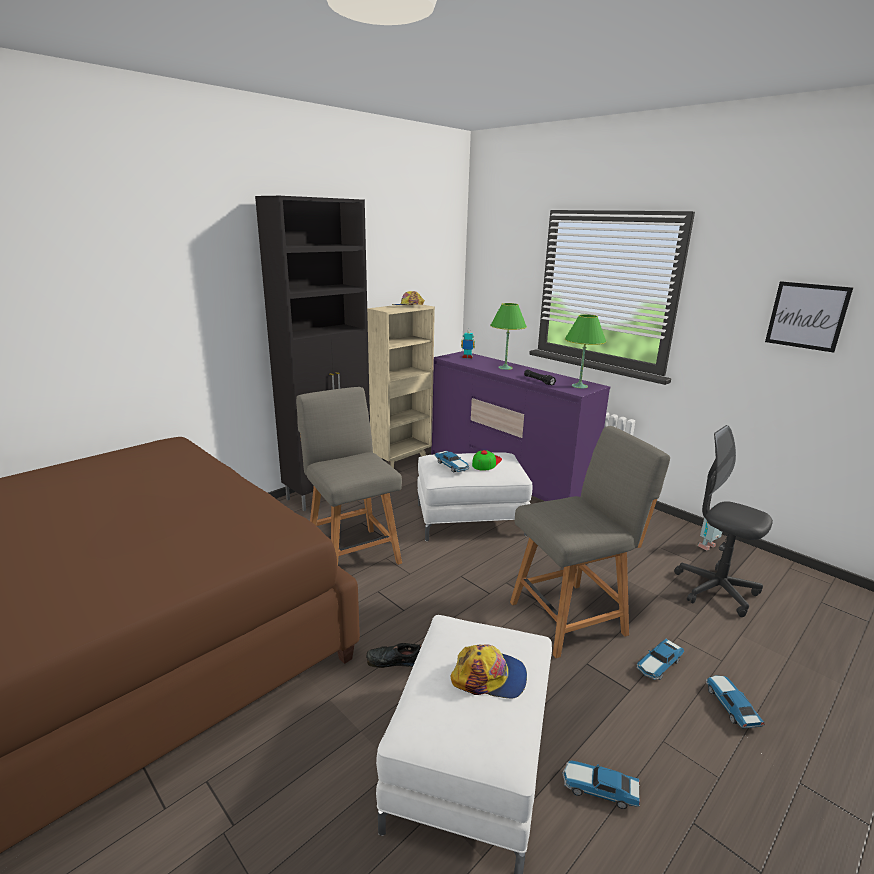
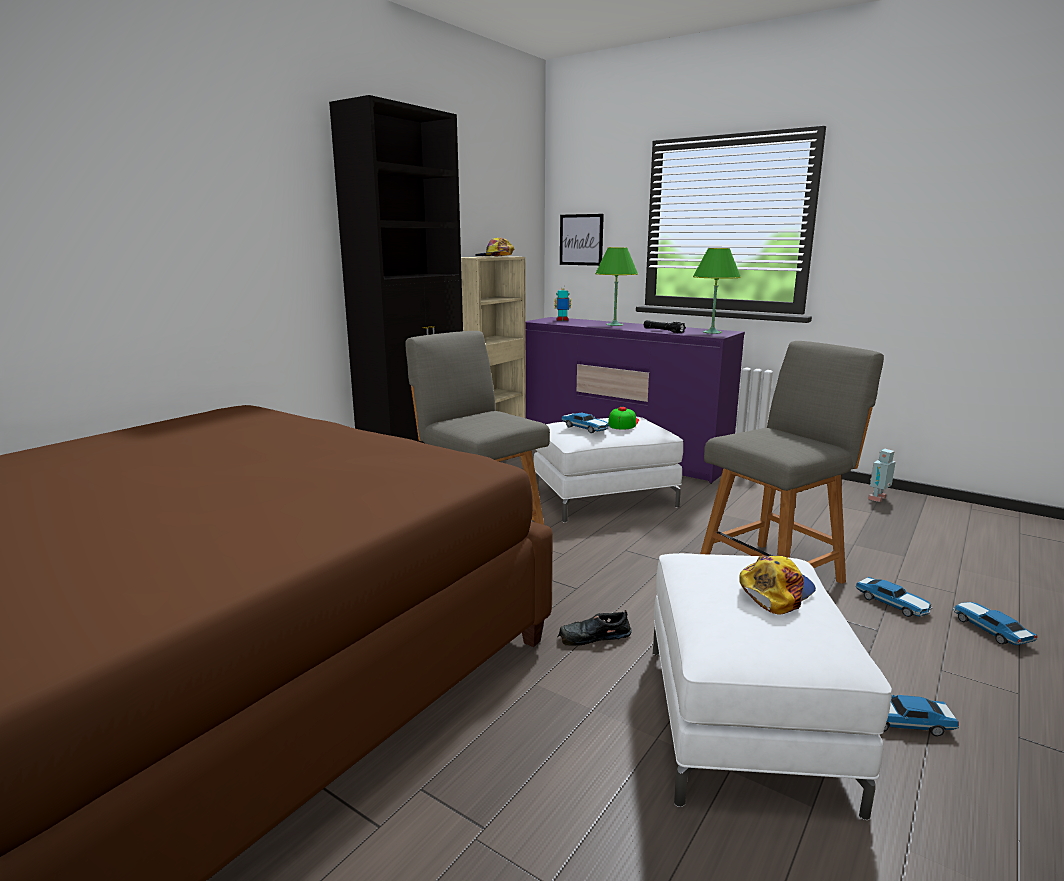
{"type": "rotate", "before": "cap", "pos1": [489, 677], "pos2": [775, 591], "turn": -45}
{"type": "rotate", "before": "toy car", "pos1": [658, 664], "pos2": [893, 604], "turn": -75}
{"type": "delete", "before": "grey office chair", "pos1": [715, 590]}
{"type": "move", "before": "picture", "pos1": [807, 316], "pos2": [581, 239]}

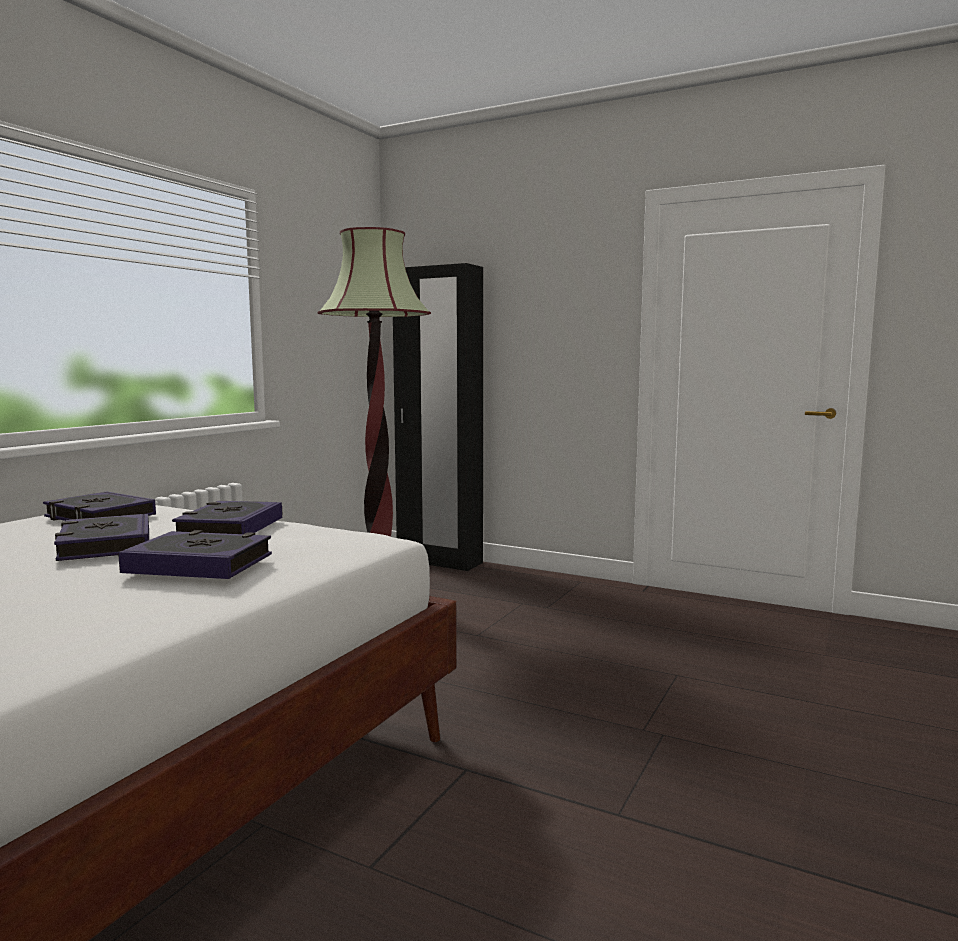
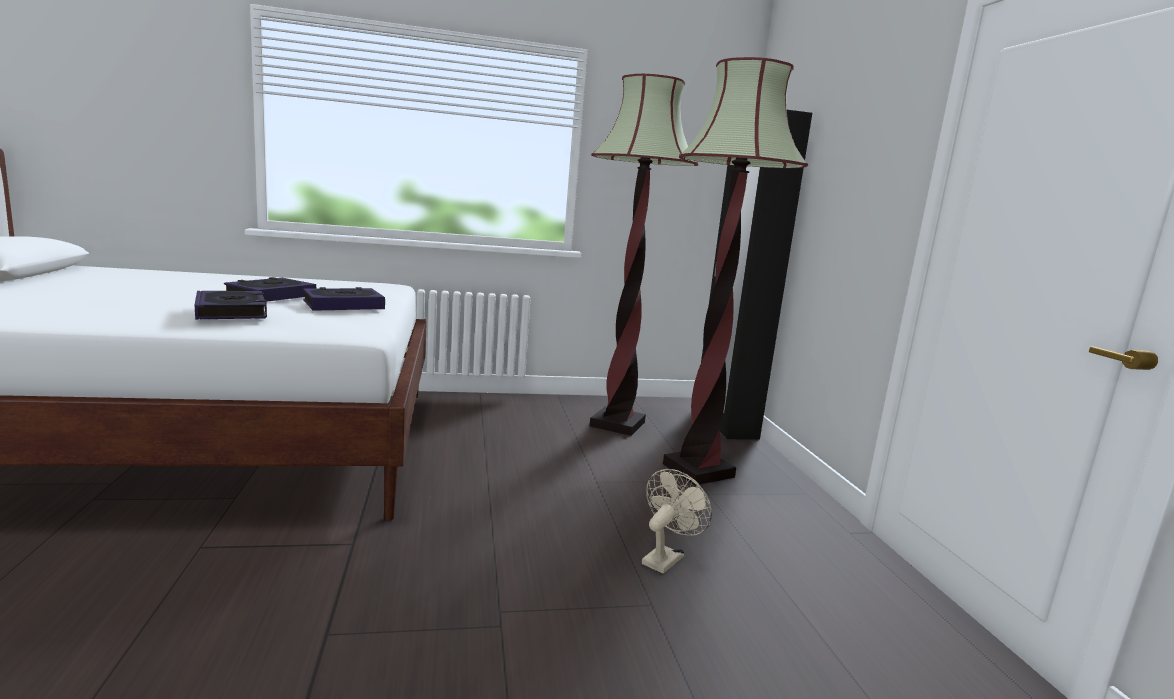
{"type": "delete", "before": "book", "pos1": [100, 516]}
{"type": "insert", "after": "beige fan", "pos2": [666, 557]}
{"type": "insert", "after": "floor lamp", "pos2": [698, 470]}

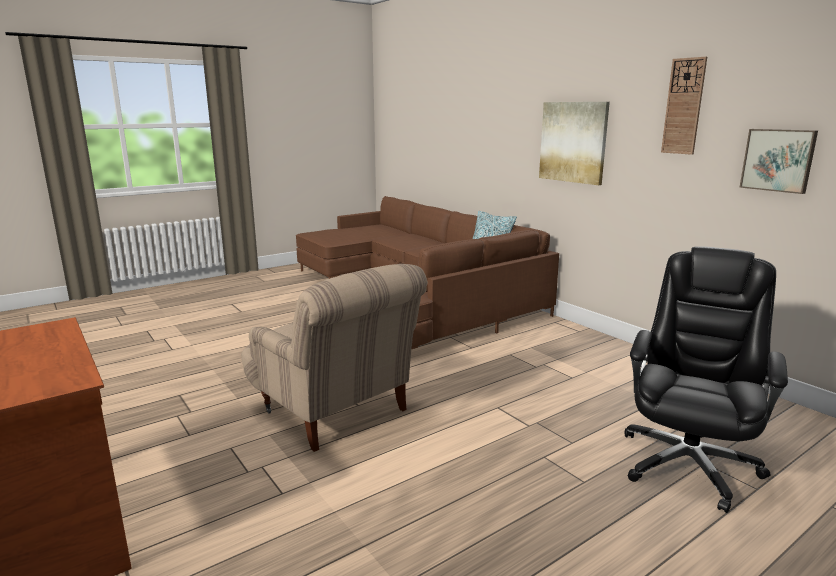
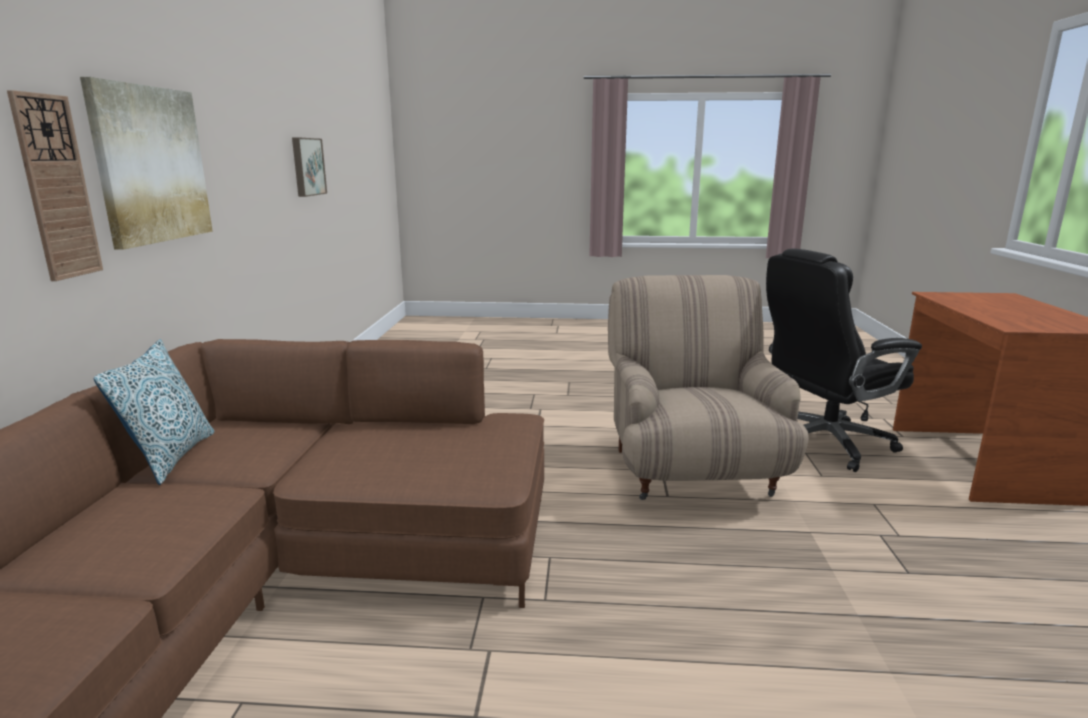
{"type": "move", "before": "black office chair", "pos1": [688, 463], "pos2": [823, 442]}
{"type": "move", "before": "wall clock", "pos1": [683, 106], "pos2": [56, 188]}

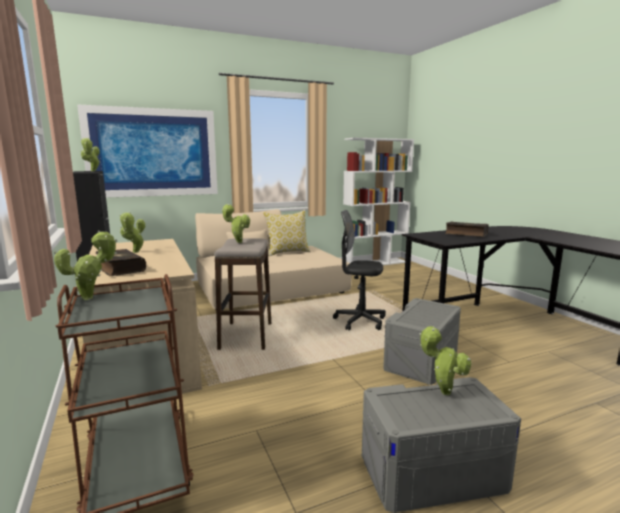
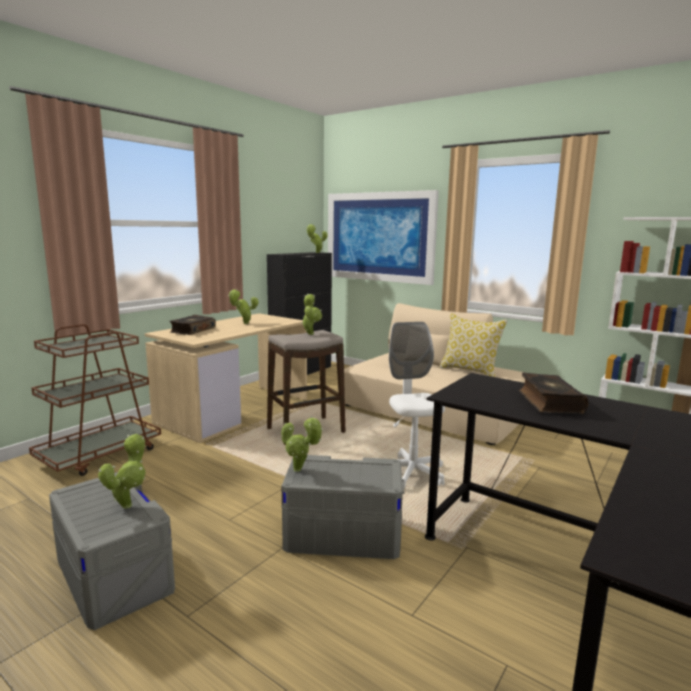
{"type": "move", "before": "potted plant", "pos1": [91, 298], "pos2": [300, 470]}
{"type": "recolor", "before": "black office chair", "after": "white office chair", "pos1": [360, 321], "pos2": [411, 474]}

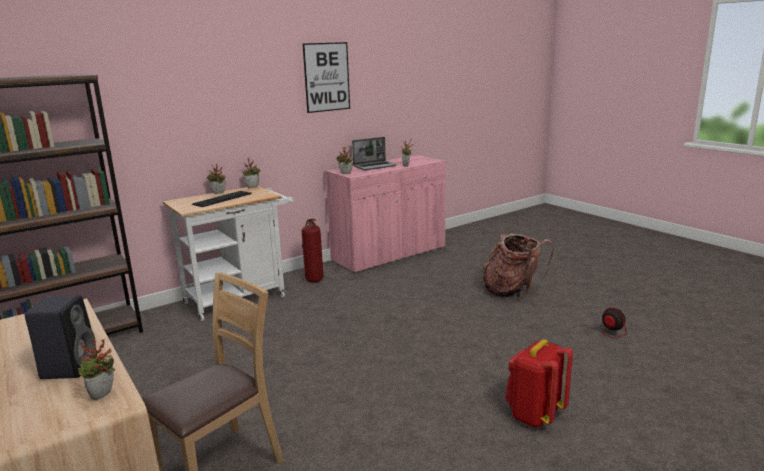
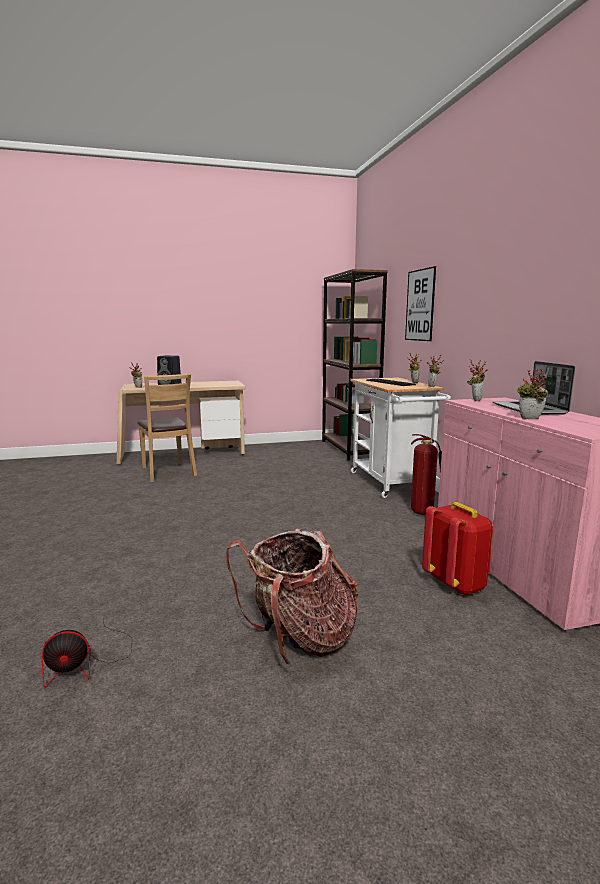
{"type": "move", "before": "picture", "pos1": [327, 77], "pos2": [420, 305]}
{"type": "move", "before": "red backpack", "pos1": [534, 415], "pos2": [456, 584]}

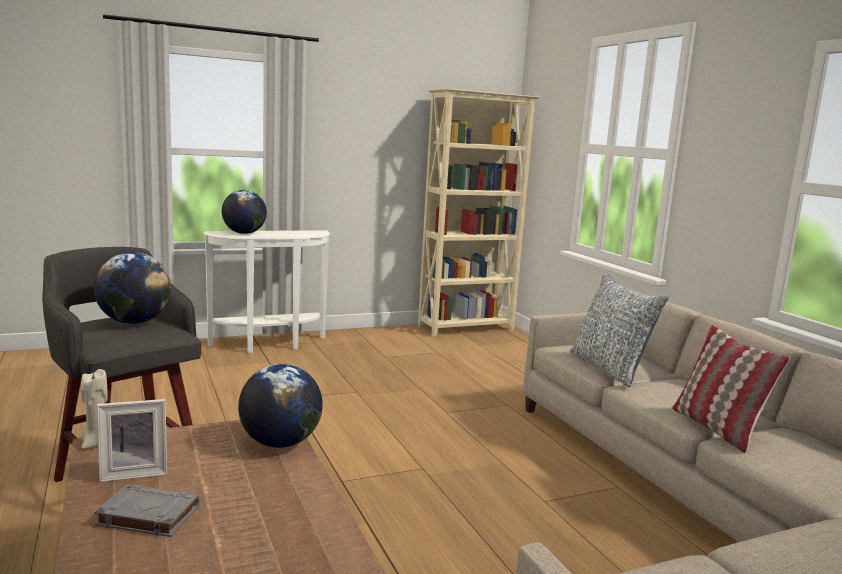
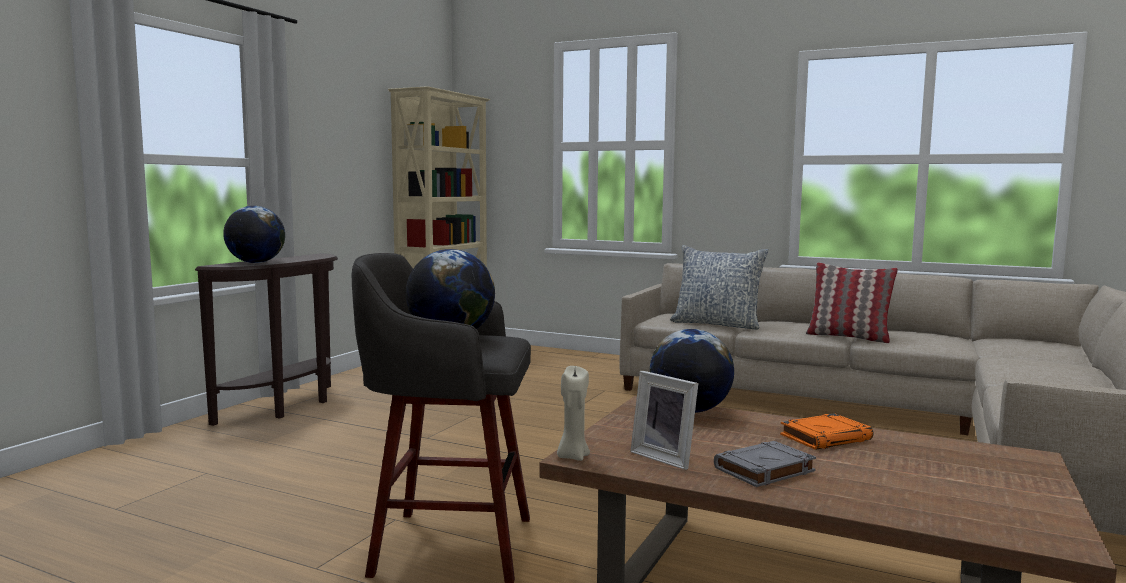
{"type": "rotate", "before": "picture frame", "pos1": [134, 472], "pos2": [666, 457], "turn": 105}
{"type": "recolor", "before": "white console table", "after": "brown console table", "pos1": [271, 345], "pos2": [288, 406]}
{"type": "insert", "after": "orange book", "pos2": [826, 437]}

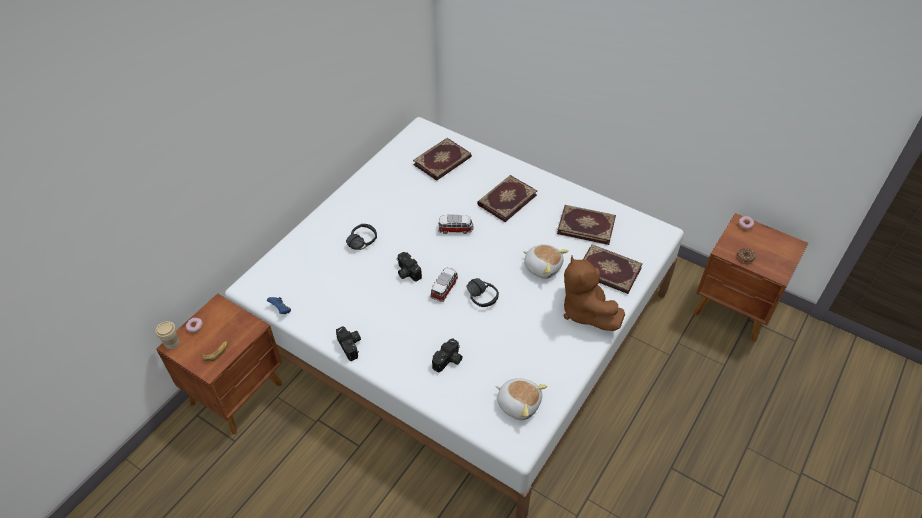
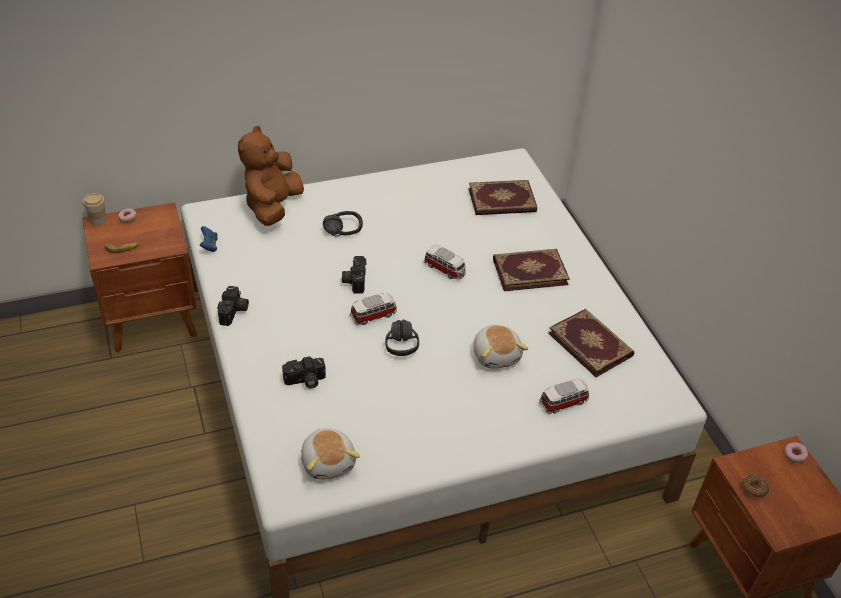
{"type": "move", "before": "brown plush toy", "pos1": [585, 311], "pos2": [272, 207]}
{"type": "replace", "before": "book", "after": "toy car", "pos1": [608, 271], "pos2": [564, 402]}

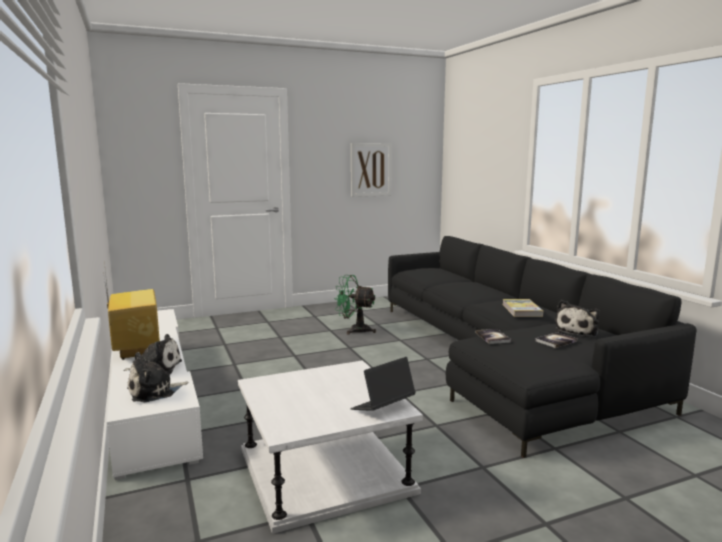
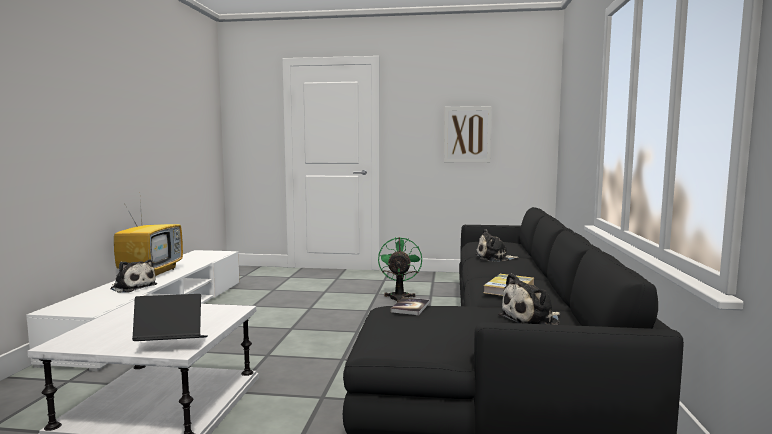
{"type": "move", "before": "plush toy", "pos1": [154, 391], "pos2": [494, 258]}
{"type": "rotate", "before": "green fan", "pos1": [354, 330], "pos2": [399, 297], "turn": 45}
{"type": "delete", "before": "book", "pos1": [556, 341]}

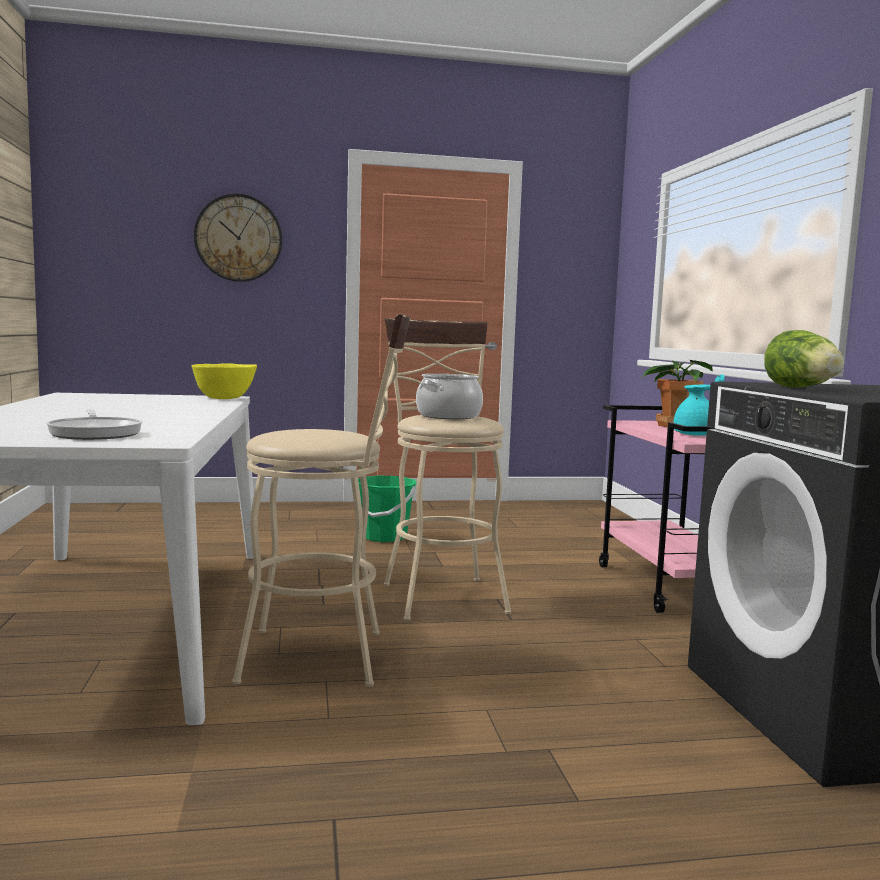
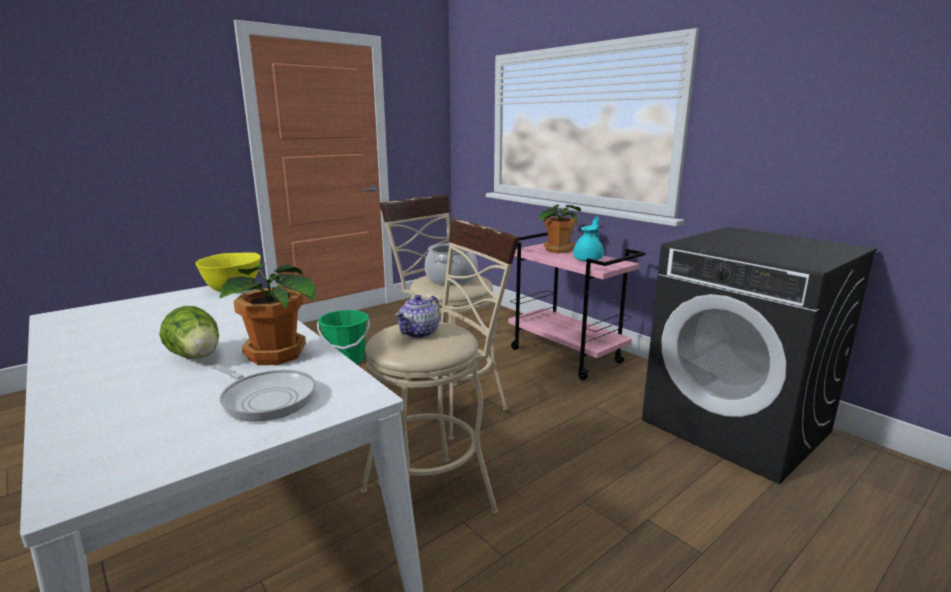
{"type": "delete", "before": "wall clock", "pos1": [238, 238]}
{"type": "move", "before": "lettuce", "pos1": [802, 388], "pos2": [197, 357]}
{"type": "insert", "after": "potted plant", "pos2": [276, 355]}
{"type": "insert", "after": "teapot", "pos2": [419, 333]}

